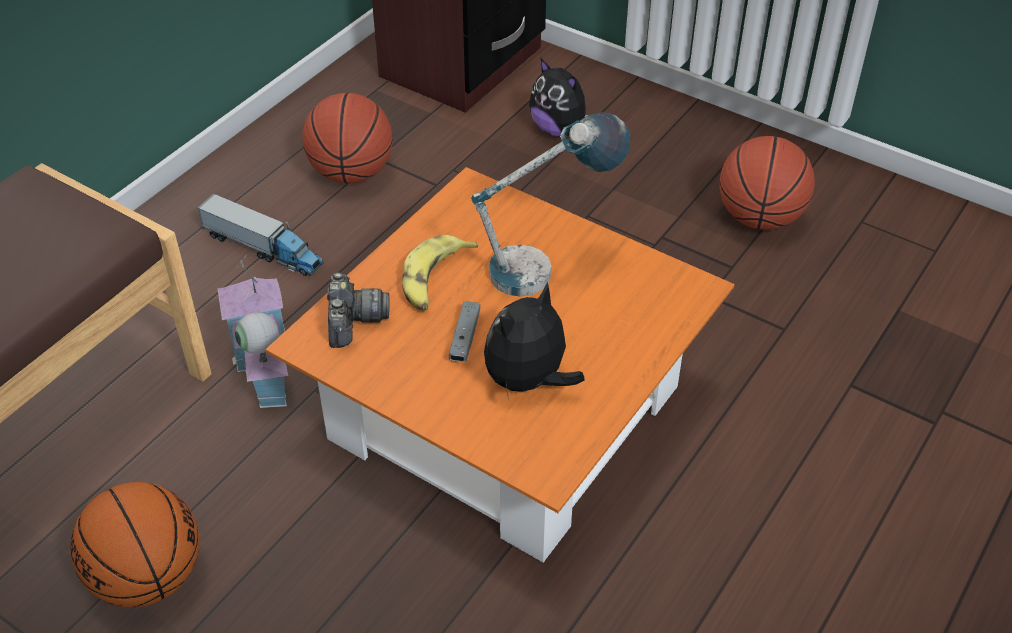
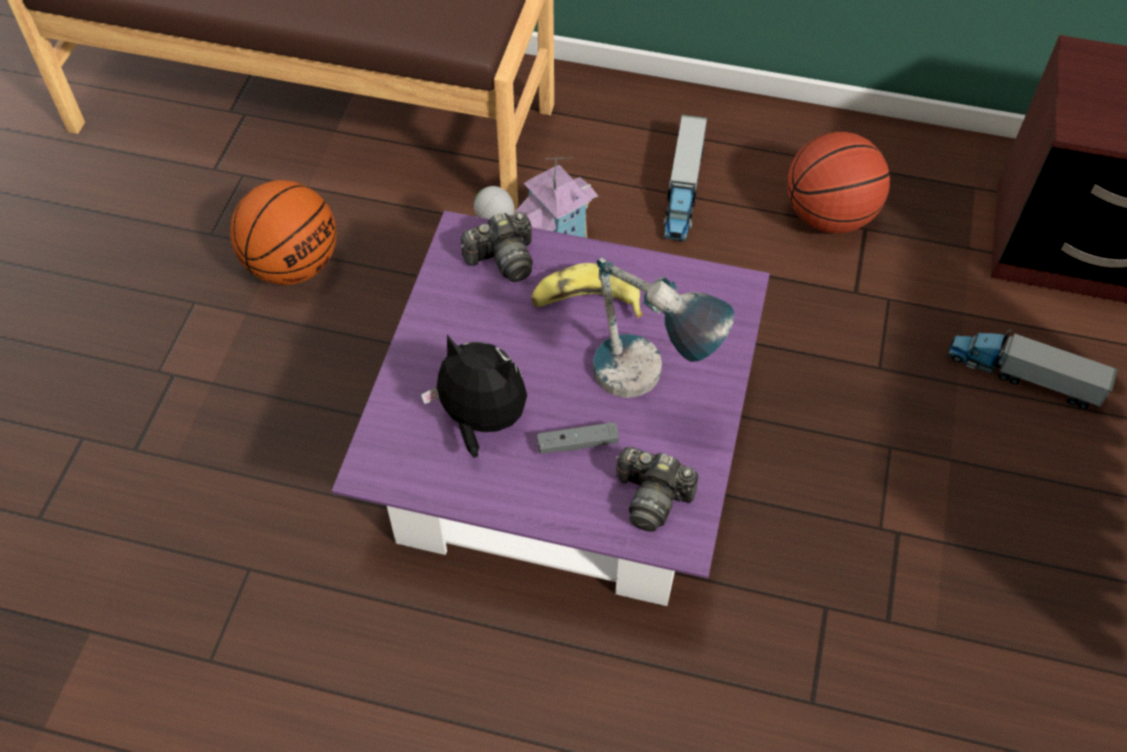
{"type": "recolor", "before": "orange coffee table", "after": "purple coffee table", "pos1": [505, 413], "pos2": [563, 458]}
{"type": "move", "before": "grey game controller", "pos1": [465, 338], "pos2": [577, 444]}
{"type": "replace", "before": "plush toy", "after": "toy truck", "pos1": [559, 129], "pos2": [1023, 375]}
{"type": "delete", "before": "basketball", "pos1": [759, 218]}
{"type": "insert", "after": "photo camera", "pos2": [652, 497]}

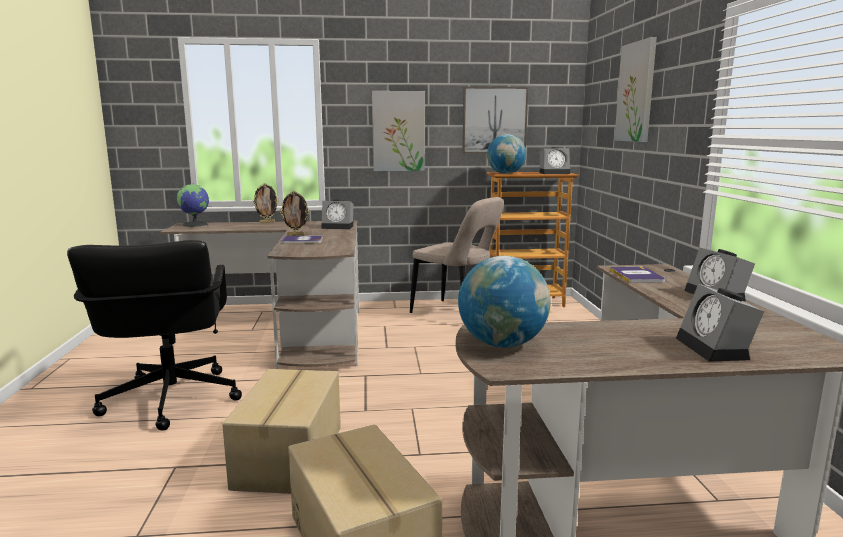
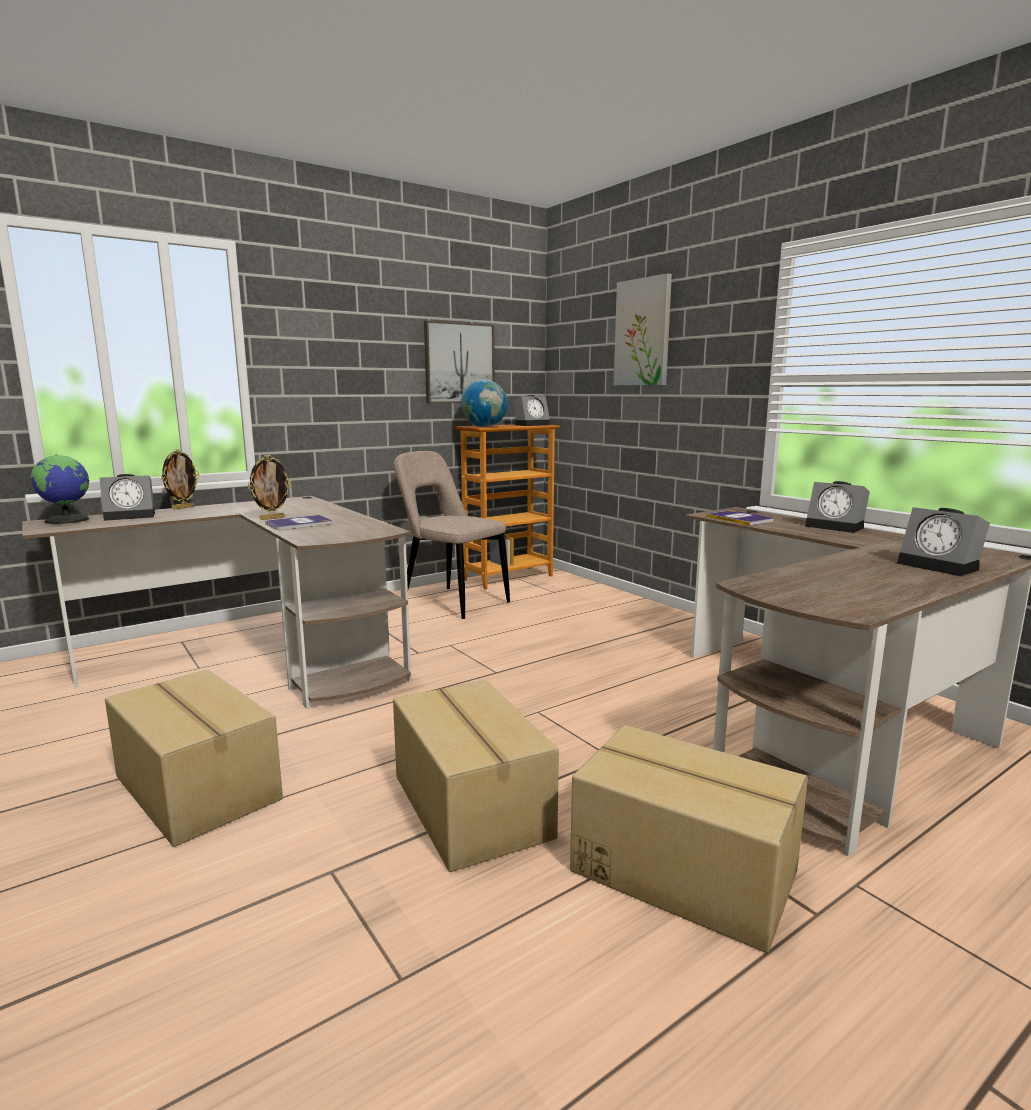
{"type": "replace", "before": "black office chair", "after": "cardboard box", "pos1": [170, 400], "pos2": [195, 789]}
{"type": "move", "before": "alarm clock", "pos1": [339, 227], "pos2": [132, 516]}
{"type": "delete", "before": "picture", "pos1": [398, 131]}
{"type": "rotate", "before": "beige chair", "pos1": [456, 314], "pos2": [451, 602], "turn": -150}
{"type": "delete", "before": "globe", "pos1": [502, 344]}

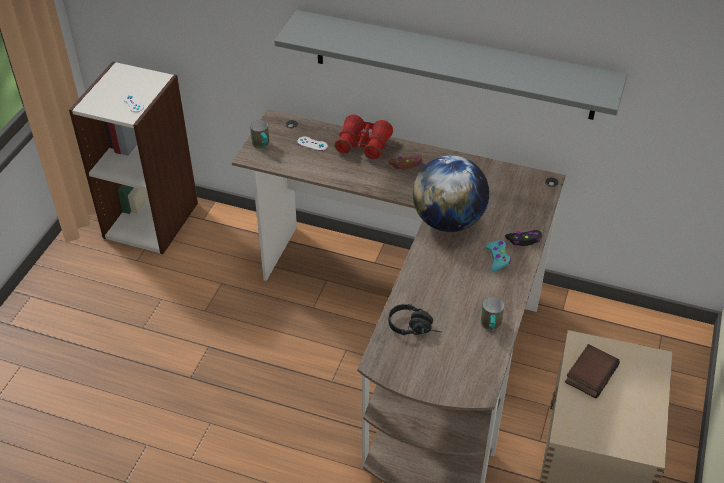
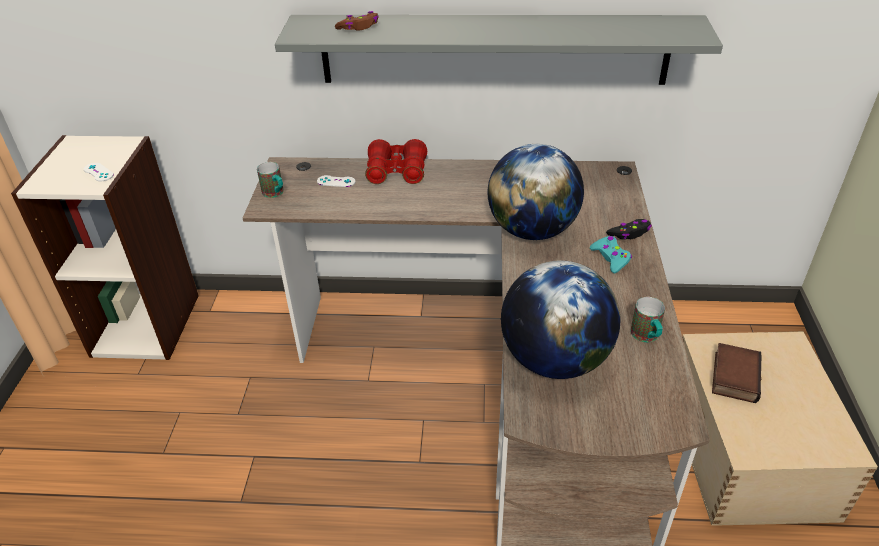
{"type": "move", "before": "brown game controller", "pos1": [406, 165], "pos2": [359, 27]}
{"type": "replace", "before": "black headphones", "after": "globe", "pos1": [415, 327], "pos2": [555, 360]}

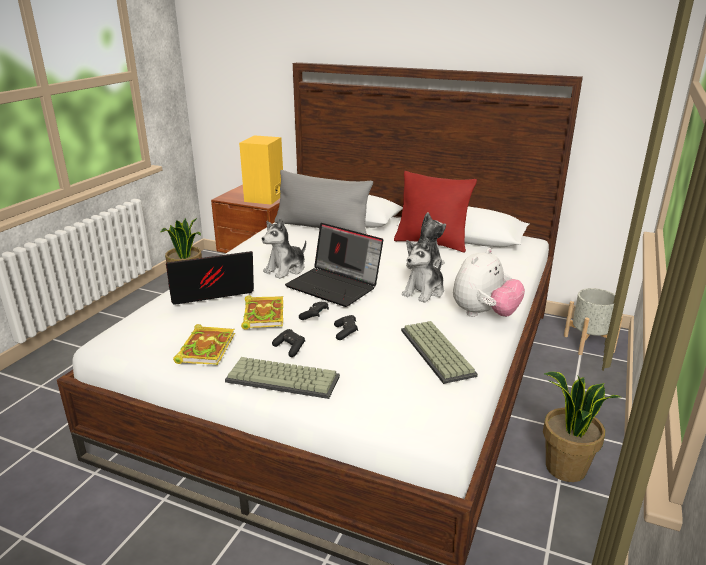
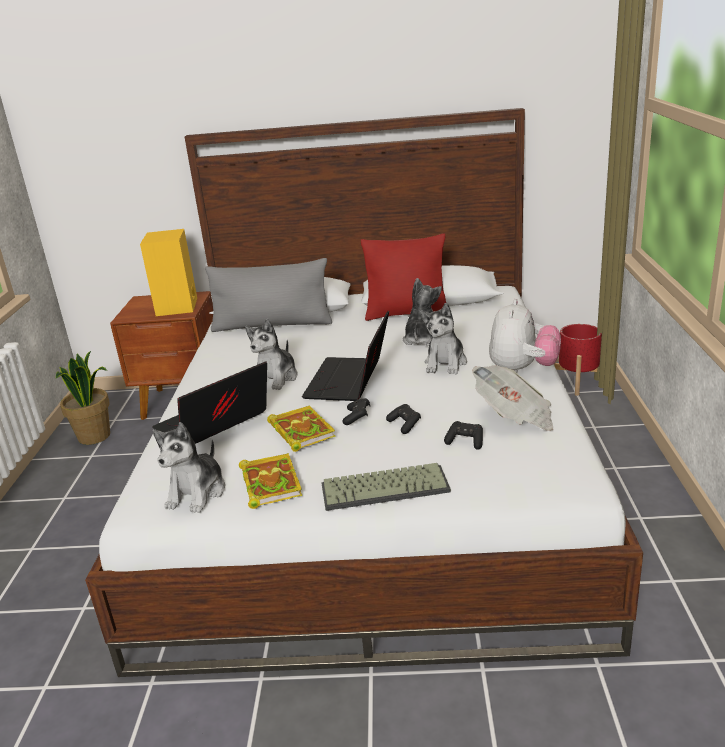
{"type": "move", "before": "black game controller", "pos1": [290, 348], "pos2": [465, 441]}
{"type": "rotate", "before": "laptop", "pos1": [335, 286], "pos2": [350, 381], "turn": 90}
{"type": "replace", "before": "keyboard", "after": "newspaper", "pos1": [439, 352], "pos2": [514, 417]}
{"type": "delete", "before": "potted plant", "pos1": [565, 468]}
{"type": "recolor", "before": "grey planter", "after": "red planter", "pos1": [588, 344], "pos2": [578, 383]}
{"type": "insert", "after": "plush toy", "pos2": [197, 493]}

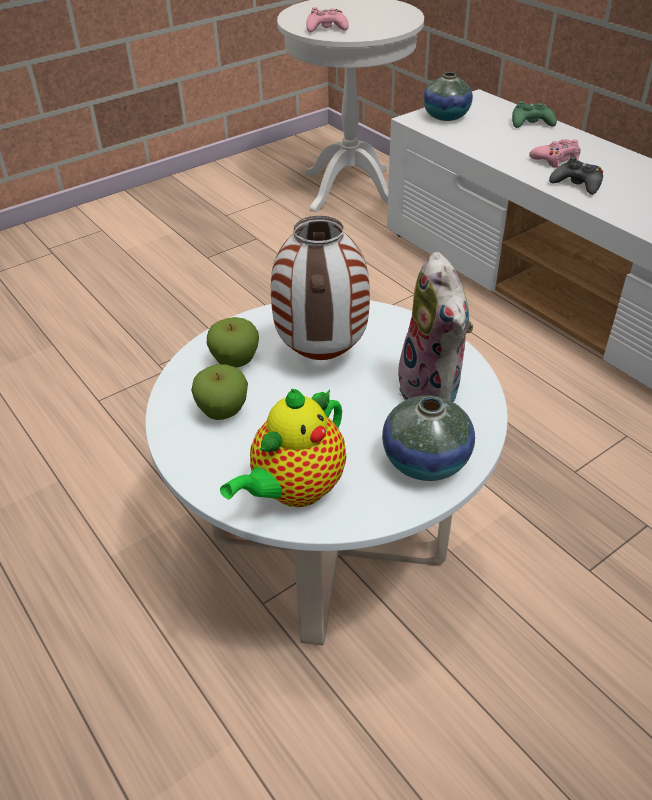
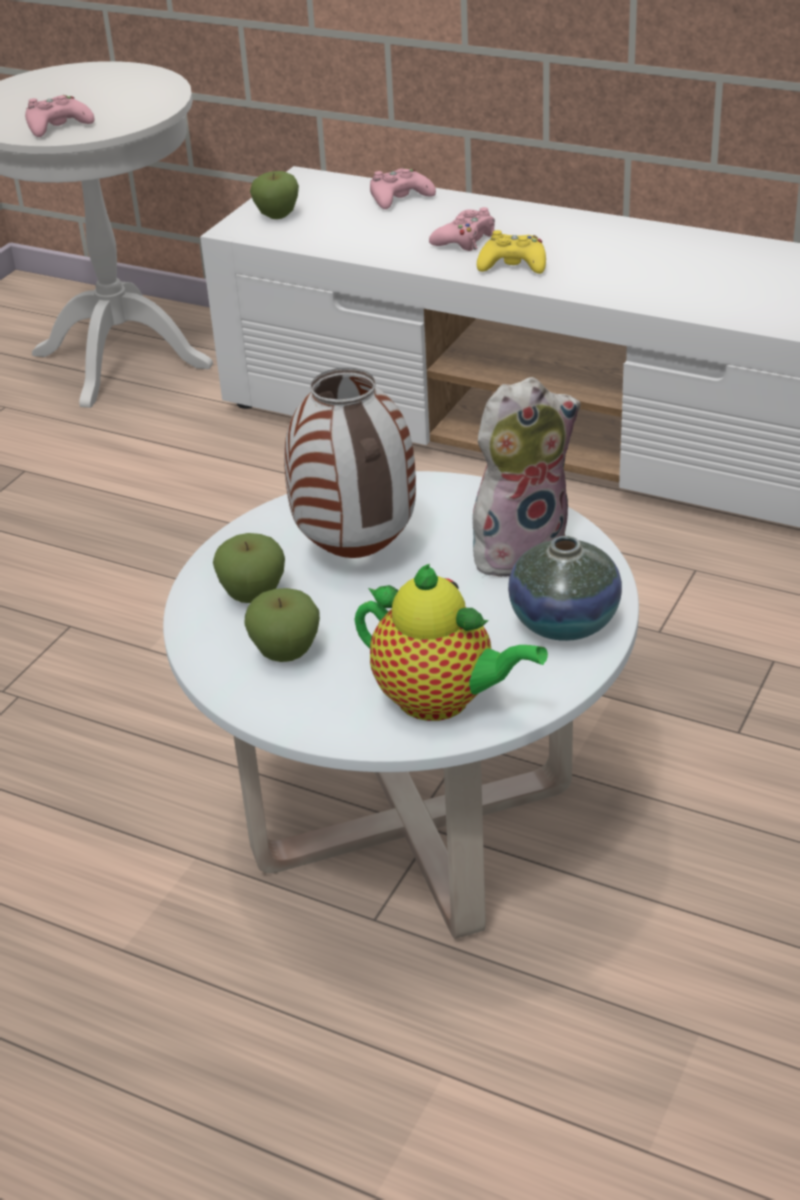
{"type": "rotate", "before": "teapot", "pos1": [294, 490], "pos2": [441, 701], "turn": -75}
{"type": "rotate", "before": "plush toy", "pos1": [434, 391], "pos2": [520, 550], "turn": -75}
{"type": "replace", "before": "vase", "after": "apple", "pos1": [446, 116], "pos2": [277, 215]}
{"type": "recolor", "before": "green game controller", "after": "pink game controller", "pos1": [531, 123], "pos2": [399, 198]}
{"type": "recolor", "before": "black game controller", "after": "yellow game controller", "pos1": [577, 184], "pos2": [513, 265]}

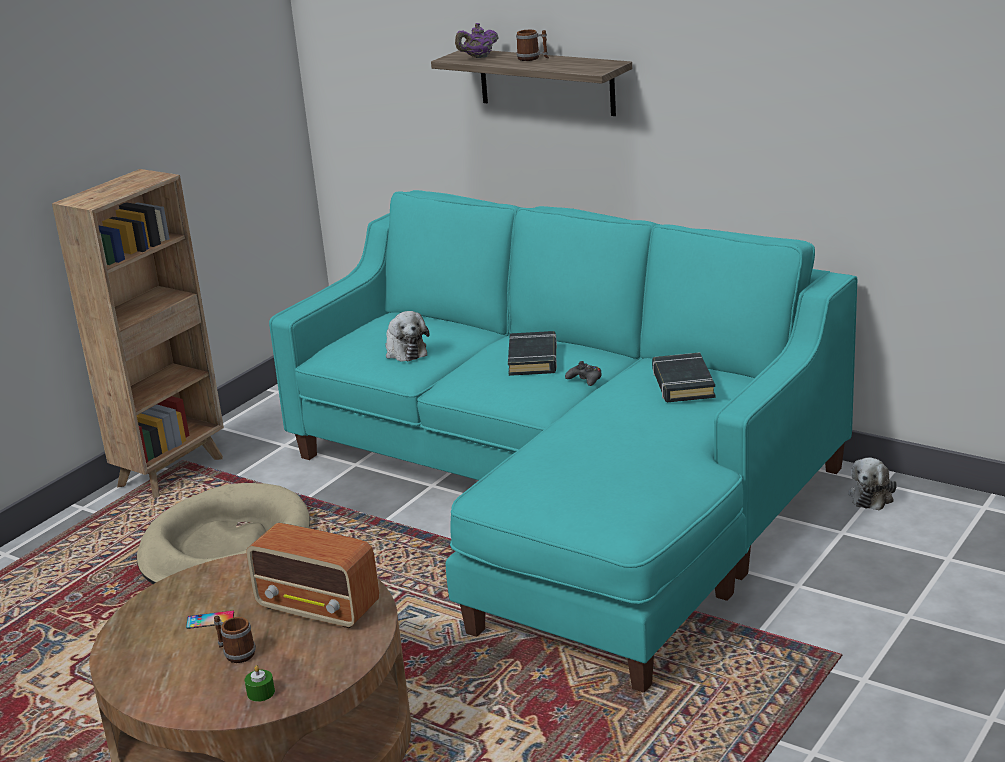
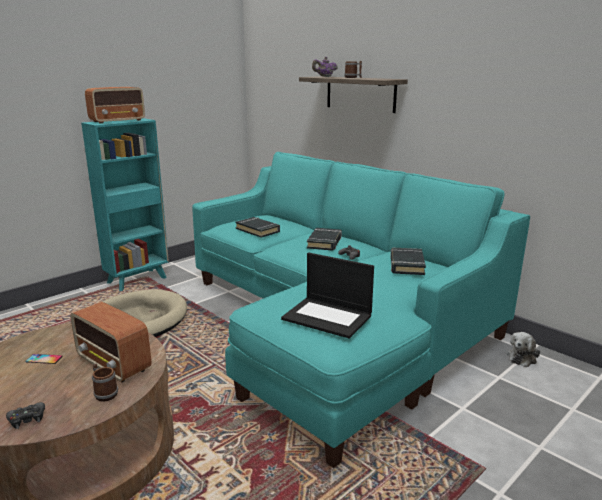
{"type": "recolor", "before": "brown bookcase", "after": "turquoise bookcase", "pos1": [172, 470], "pos2": [138, 280]}
{"type": "move", "before": "mug", "pos1": [235, 653], "pos2": [104, 393]}
{"type": "replace", "before": "green candle", "after": "black game controller", "pos1": [261, 692], "pos2": [27, 419]}
{"type": "replace", "before": "plush toy", "after": "black book", "pos1": [405, 351], "pos2": [258, 230]}
{"type": "insert", "after": "radio", "pos2": [118, 121]}
{"type": "insert", "after": "laptop", "pos2": [328, 317]}

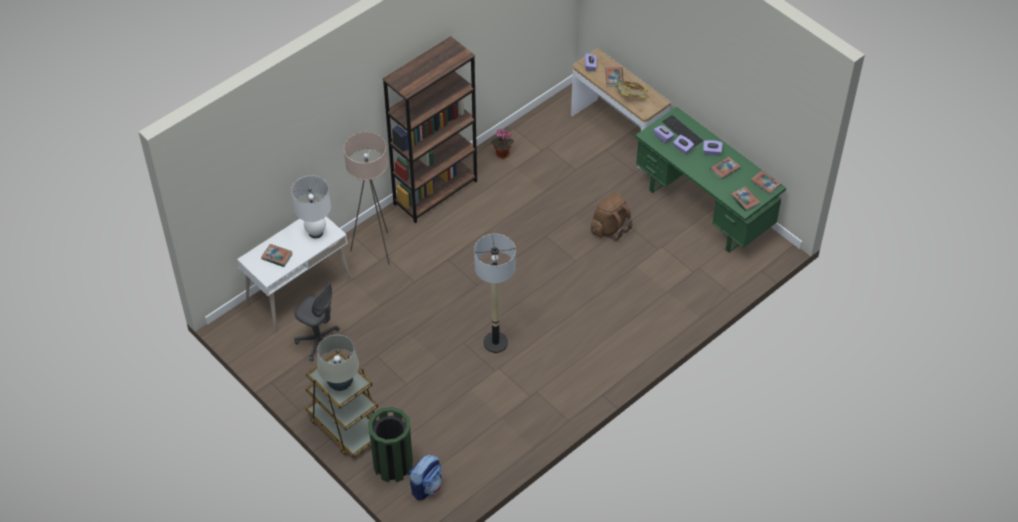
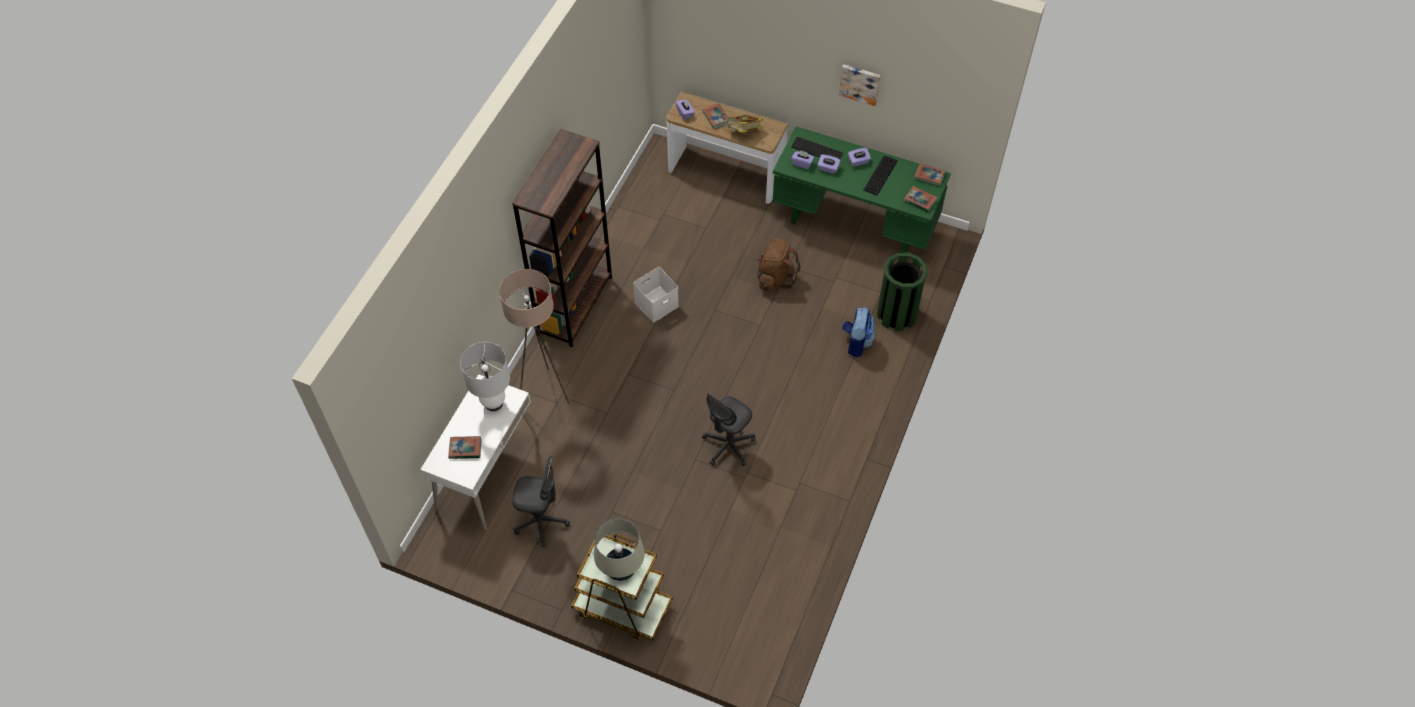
{"type": "move", "before": "green trash can", "pos1": [393, 465], "pos2": [896, 314]}
{"type": "move", "before": "backpack", "pos1": [426, 486], "pos2": [856, 342]}
{"type": "replace", "before": "floor lamp", "after": "grey office chair", "pos1": [495, 342], "pos2": [728, 446]}
{"type": "delete", "before": "potted plant", "pos1": [501, 155]}
{"type": "replace", "before": "book", "after": "keyboard", "pos1": [724, 169], "pos2": [881, 175]}
{"type": "insert", "after": "white storage box", "pos2": [656, 303]}
{"type": "insert", "after": "picture", "pos2": [860, 83]}

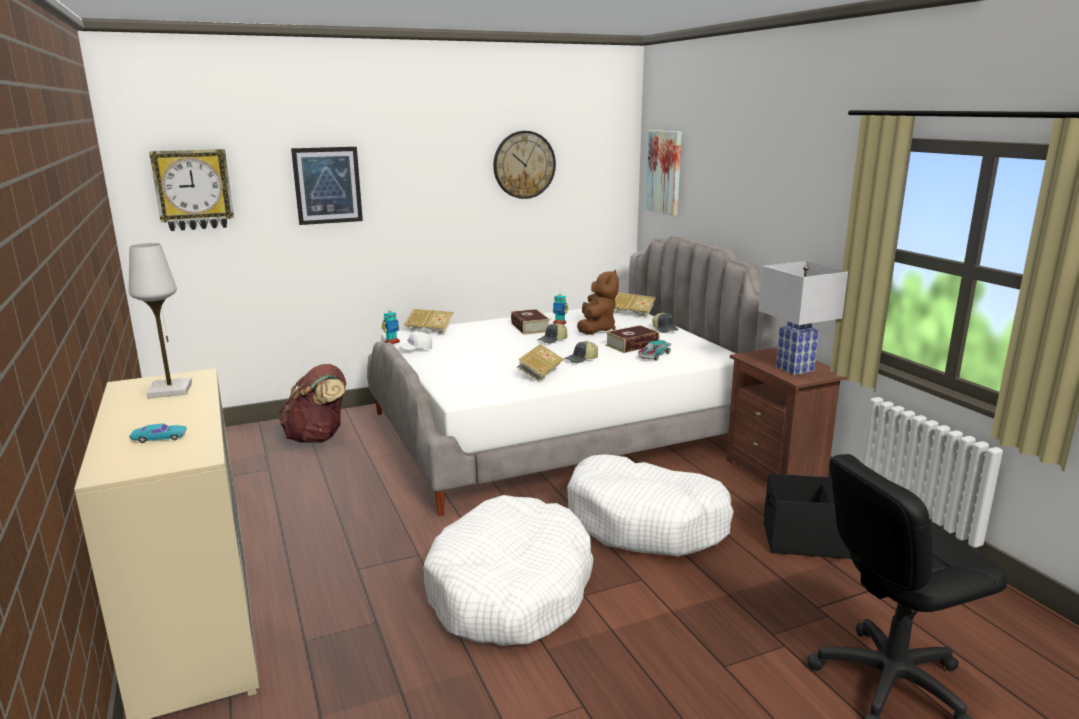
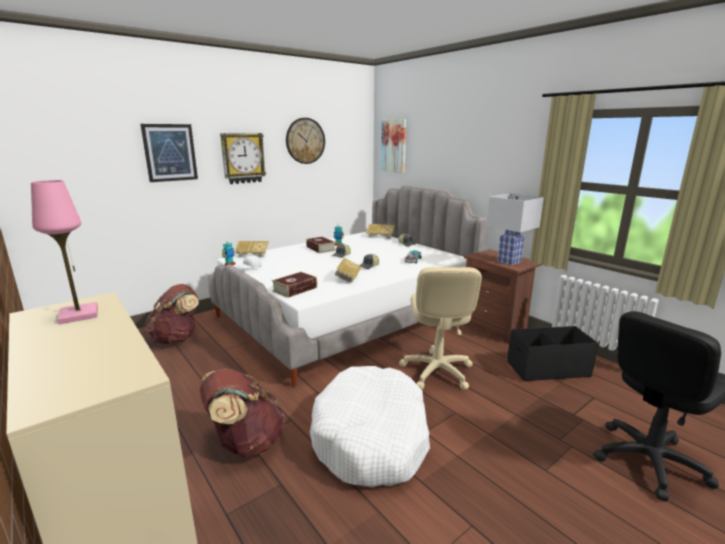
{"type": "recolor", "before": "white table lamp", "after": "pink table lamp", "pos1": [170, 390], "pos2": [79, 315]}
{"type": "delete", "before": "turquoise toy car", "pos1": [159, 437]}
{"type": "move", "before": "wall clock", "pos1": [193, 189], "pos2": [243, 158]}
{"type": "replace", "before": "white dog bed", "after": "beige office chair", "pos1": [646, 523], "pos2": [437, 371]}
{"type": "delete", "before": "brown plush toy", "pos1": [596, 329]}
{"type": "move", "before": "book", "pos1": [632, 345], "pos2": [295, 289]}
{"type": "insert", "after": "brown backpack", "pos2": [245, 442]}

